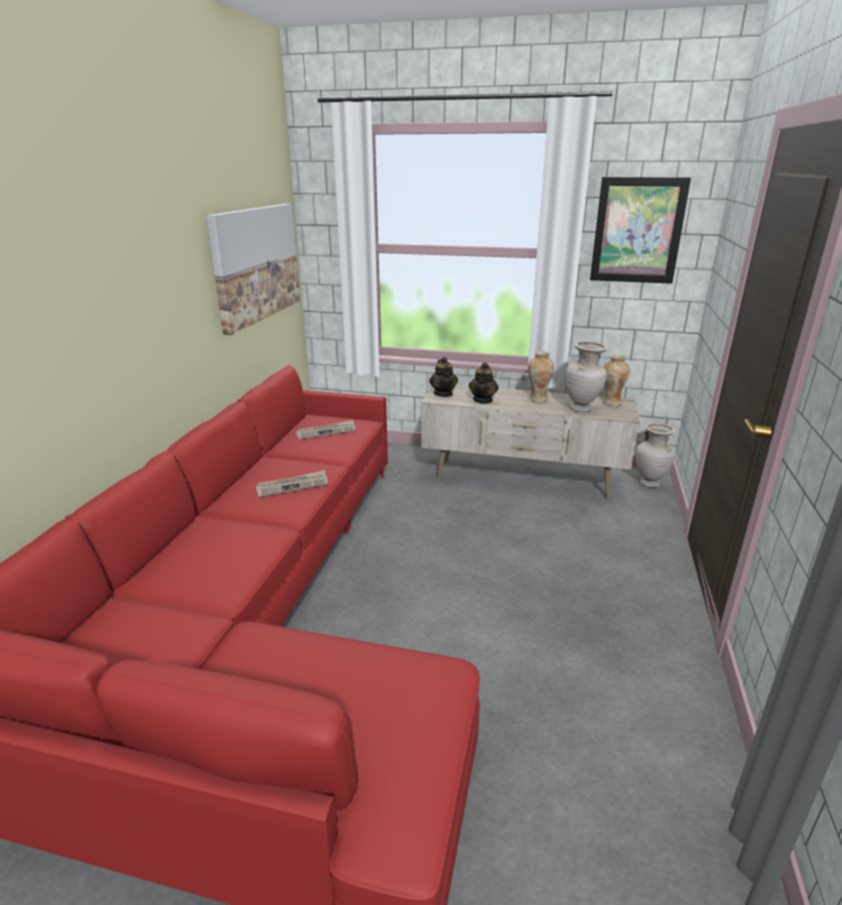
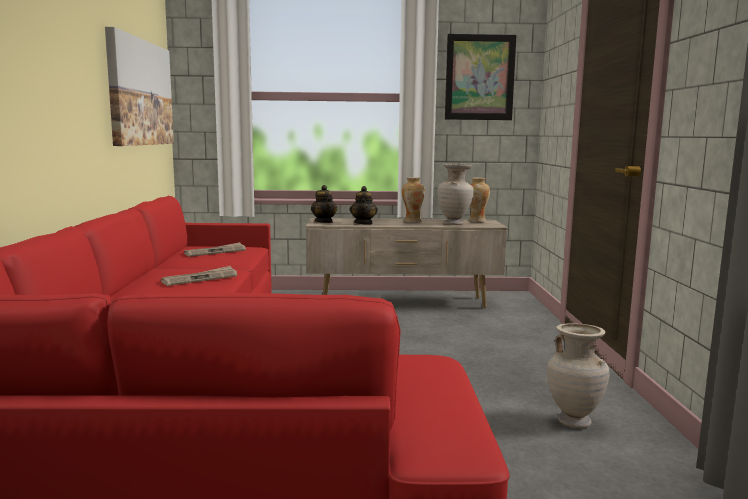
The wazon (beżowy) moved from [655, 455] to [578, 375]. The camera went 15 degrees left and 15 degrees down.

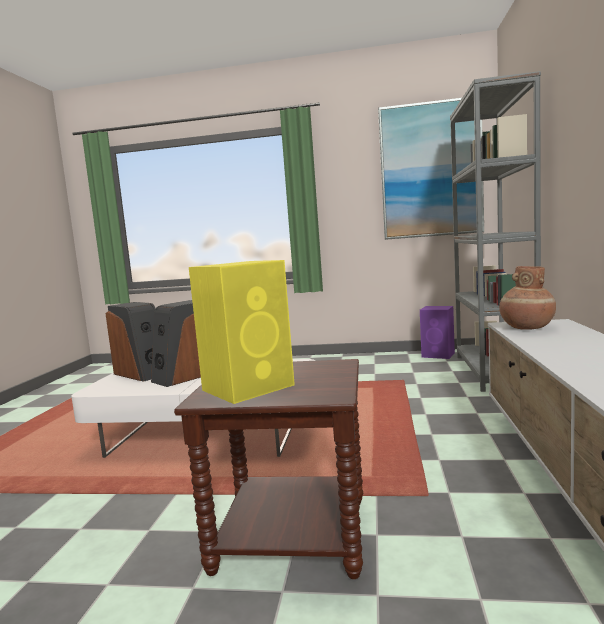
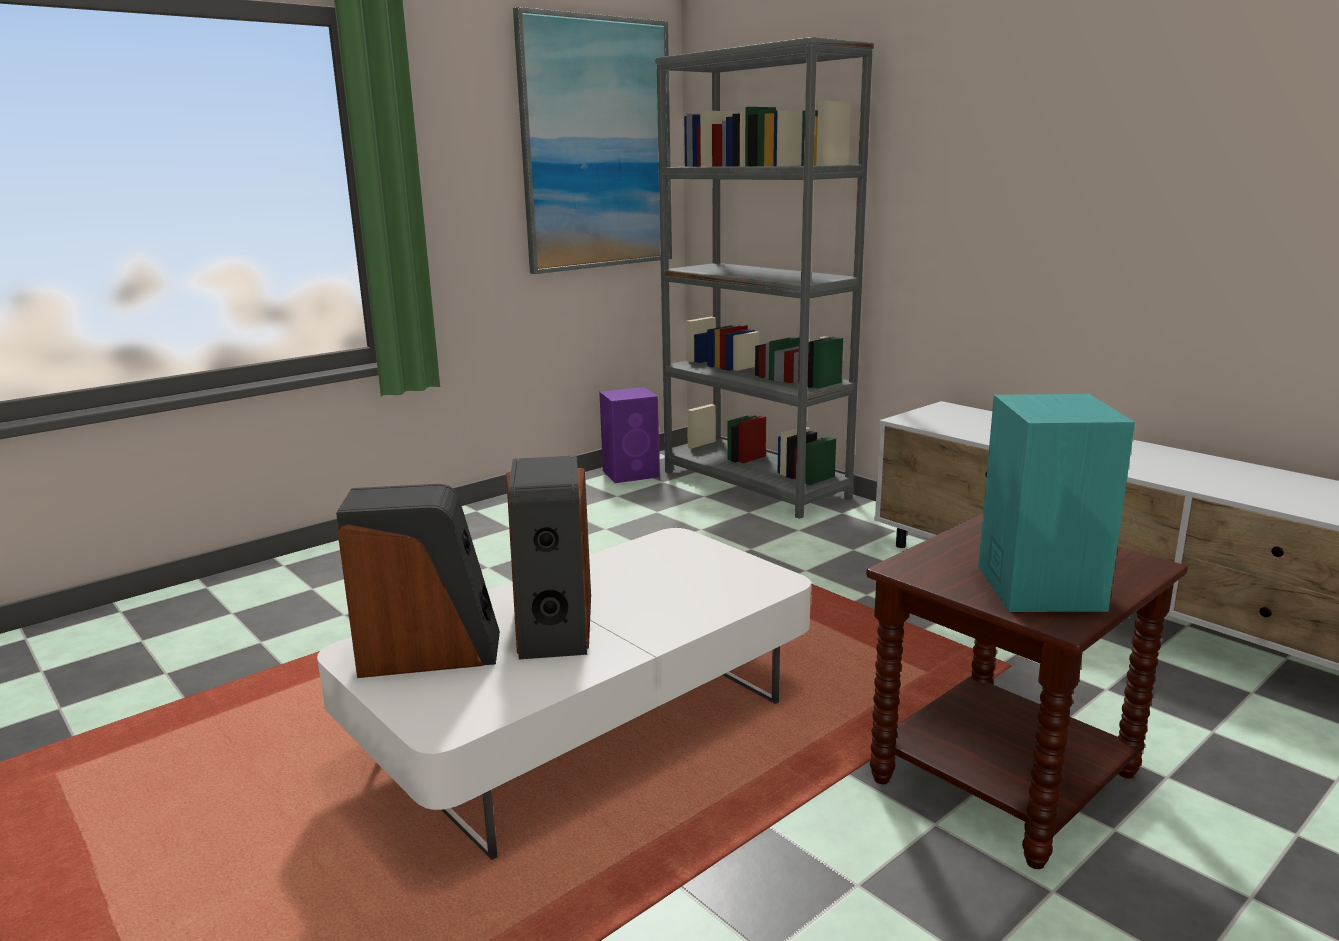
The głośnik (żółty) at [242, 332] became the głośnik (turkusowy) at [1056, 503]. The wazon (brązowy) at [527, 298] disappeared. The camera went 50 degrees left and 10 degrees up.

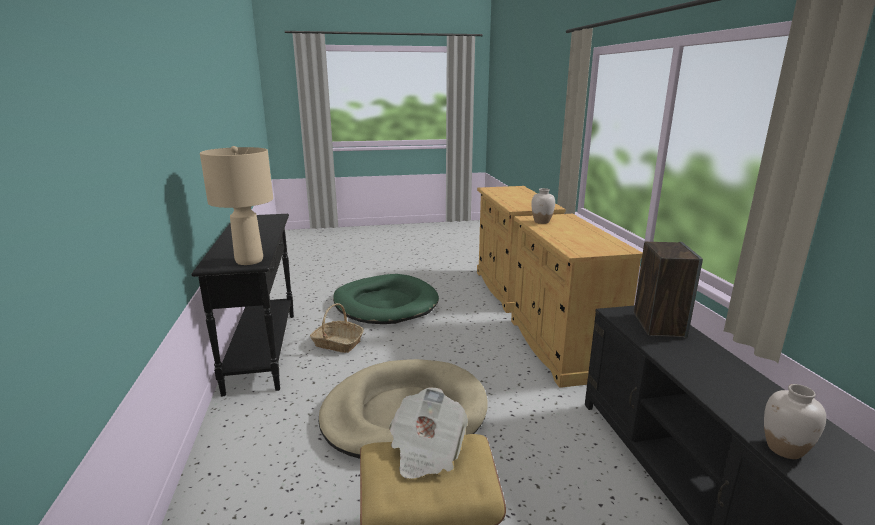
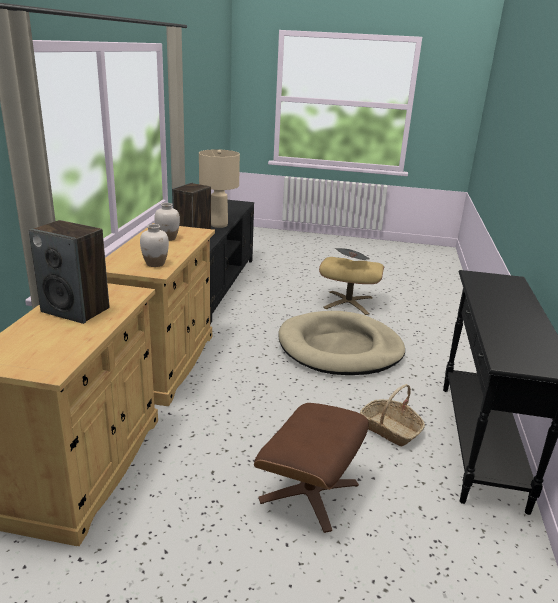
The głośnik at [69, 272] appeared. The wazon (biały) moved from [795, 421] to [167, 222]. The lampa stołowa (beżowy) moved from [236, 205] to [219, 188]. The legowisko (zielony) at [386, 299] was replaced by the pufa (brązowy) at [311, 468]. The camera went 160 degrees left and 5 degrees up.

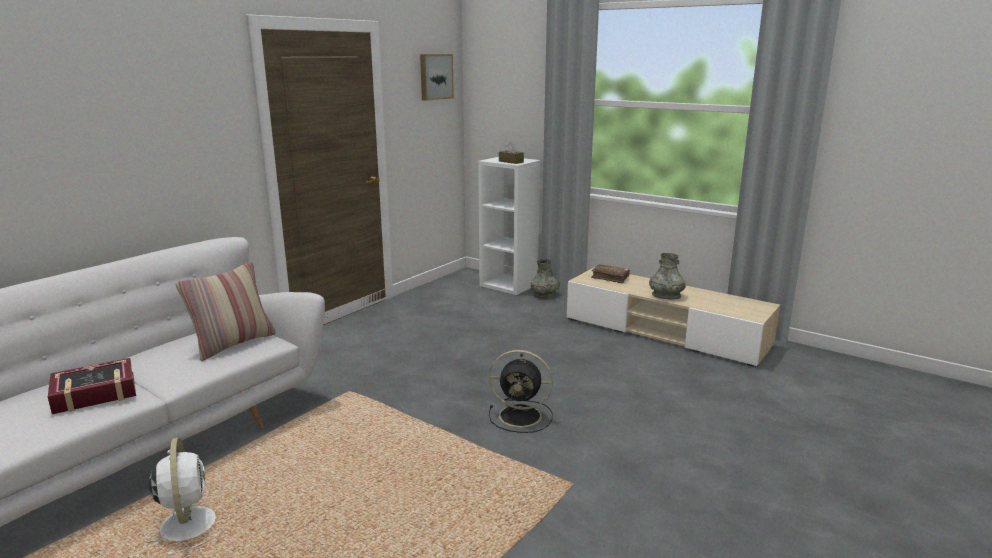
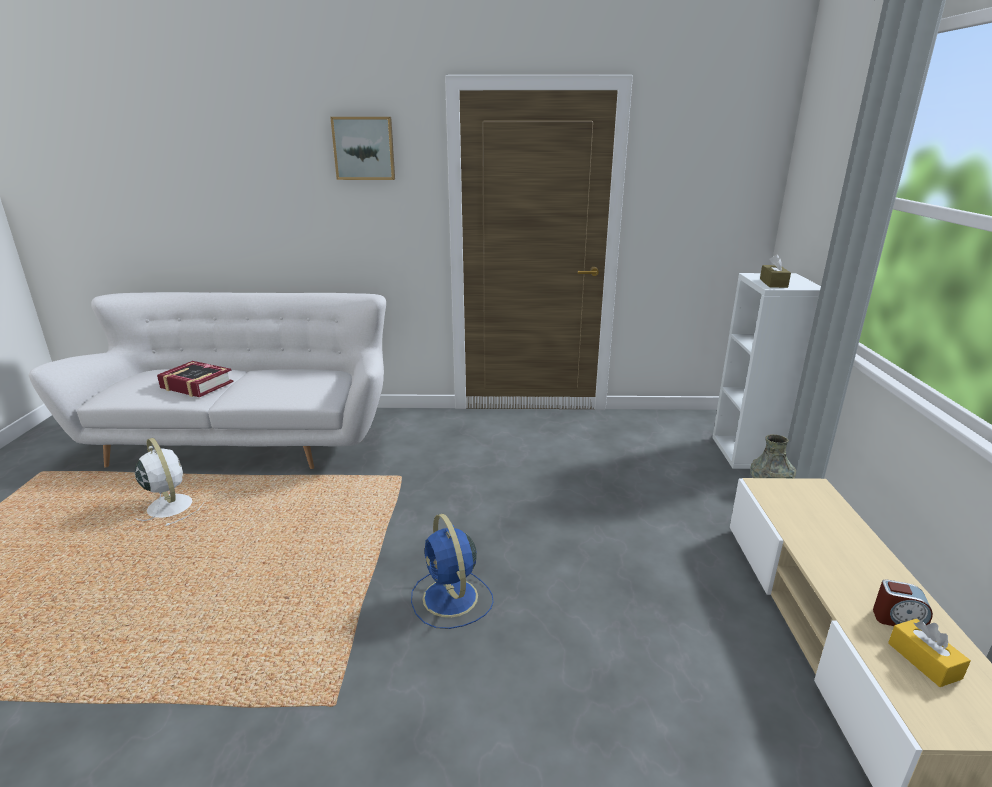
The wentylator (biały) at [184, 496] turned 75 degrees counterclockwise. The obraz moved from [437, 77] to [362, 148]. The wentylator (czarny) at [521, 391] became the wentylator (niebieski) at [452, 571]. The budzik at [903, 602] appeared. The pudełko chusteczek (żółty) at [929, 653] appeared. The poduszka at [225, 311] disappeared. The książka (brązowy) at [610, 273] disappeared. The wazon (szary) at [667, 276] disappeared. The camera went 55 degrees right and 5 degrees up.

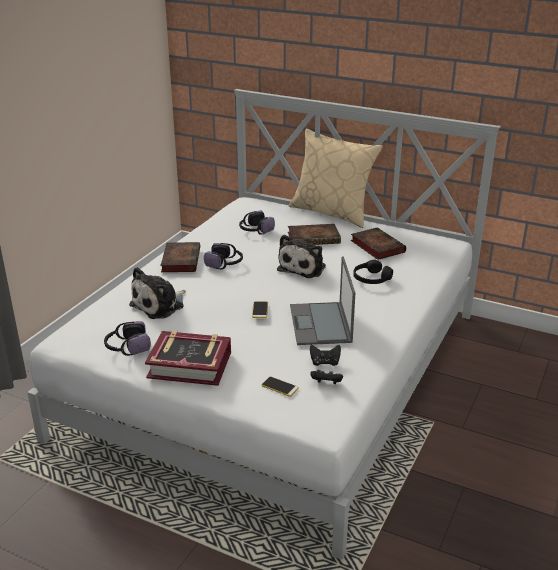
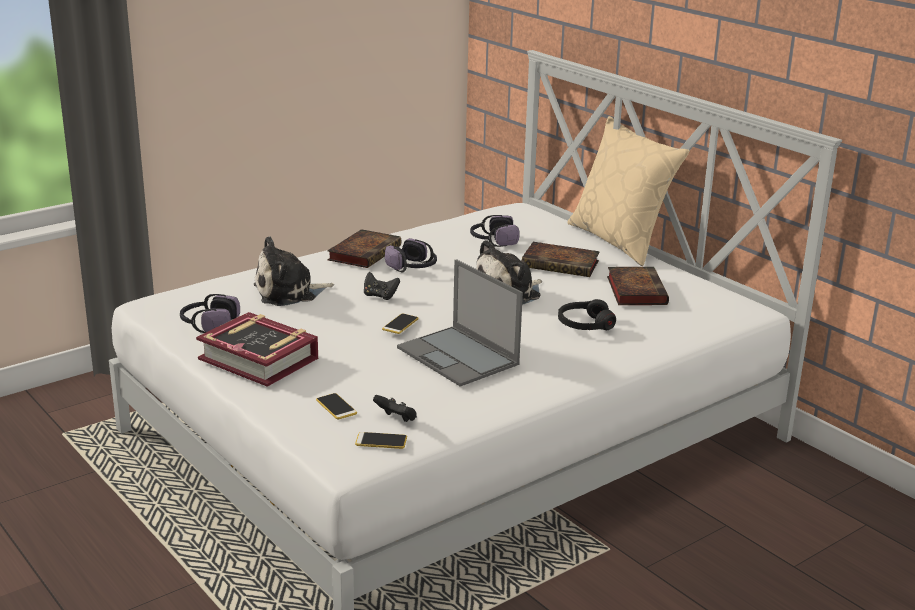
The telefon at [381, 440] appeared. The pad do gier (czarny) moved from [325, 355] to [382, 286]. The laptop at [322, 300] turned 60 degrees counterclockwise. The camera went 25 degrees right and 5 degrees down.

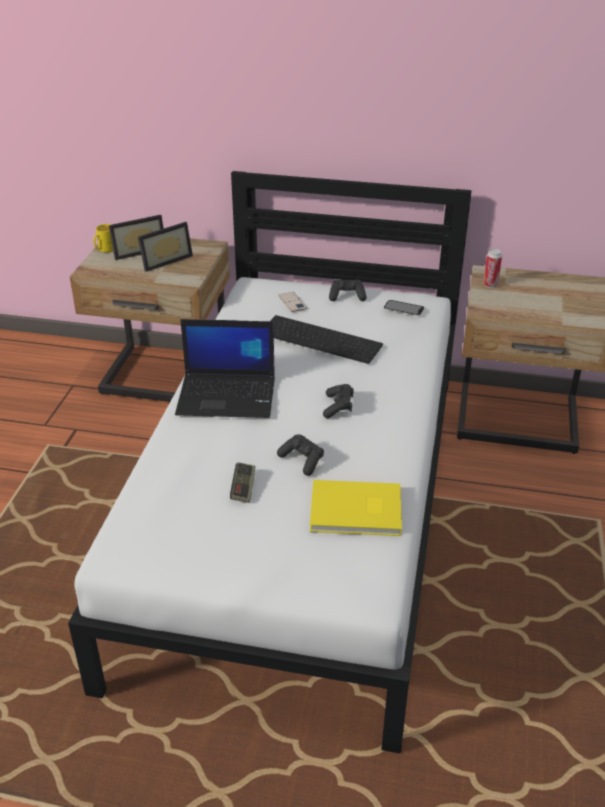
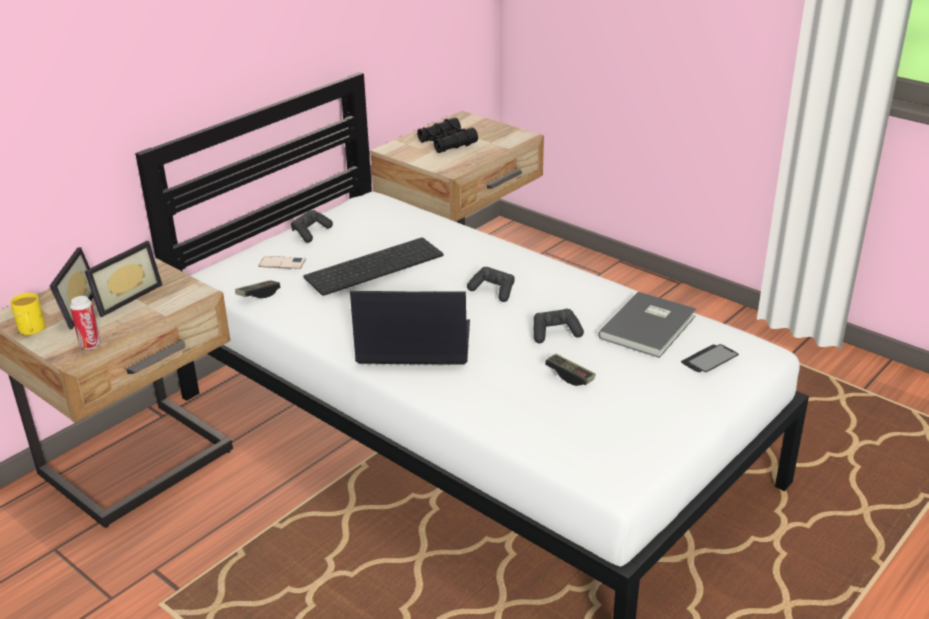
The puszka moved from [492, 268] to [85, 322]. The ramka na zdjęcie at [165, 247] turned 45 degrees clockwise. The pad do gier at [257, 289] appeared. The laptop at [225, 368] turned 120 degrees counterclockwise. The lornetka (czarny) at [447, 135] appeared. The książka (żółty) at [356, 508] became the książka (szary) at [647, 325]. The telefon moved from [404, 307] to [710, 358]. The camera went 60 degrees left and 5 degrees down.

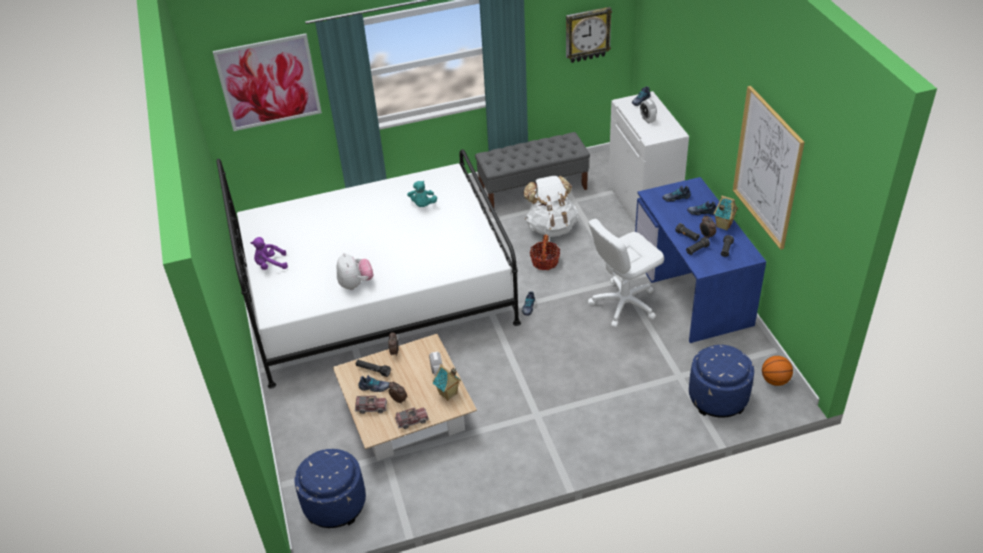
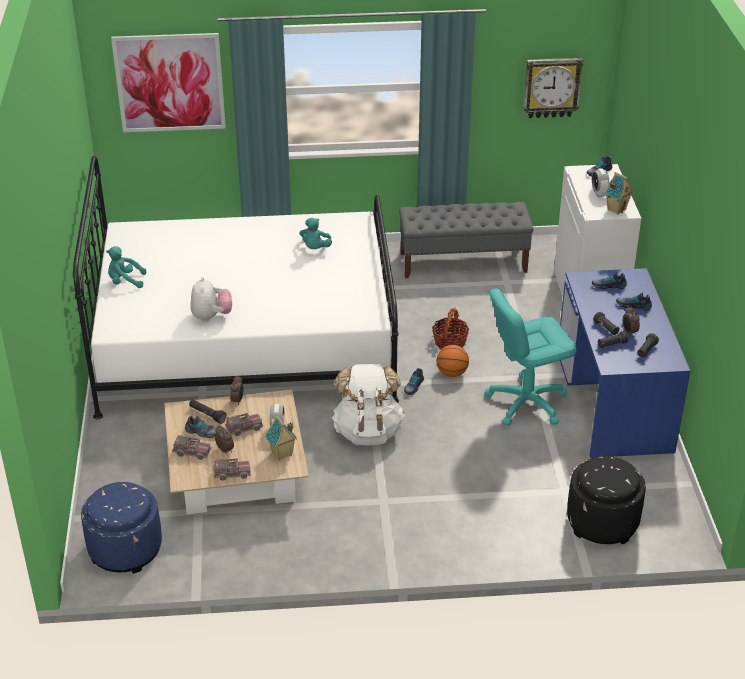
The pluszak (fioletowy) at [269, 253] became the pluszak (turkusowy) at [126, 267]. The ciężarówka zabawkowa at [244, 424] appeared. The plecak (biały) moved from [551, 206] to [368, 404]. The piłka do koszykówki moved from [777, 371] to [453, 361]. The krzesło biurowe (biały) at [626, 273] became the krzesło biurowe (turkusowy) at [530, 357]. The pufa (niebieski) at [721, 381] became the pufa (czarny) at [606, 500]. The domek moved from [726, 213] to [619, 193]. The obraz at [769, 168] disappeared. The camera went 10 degrees right and 5 degrees down.

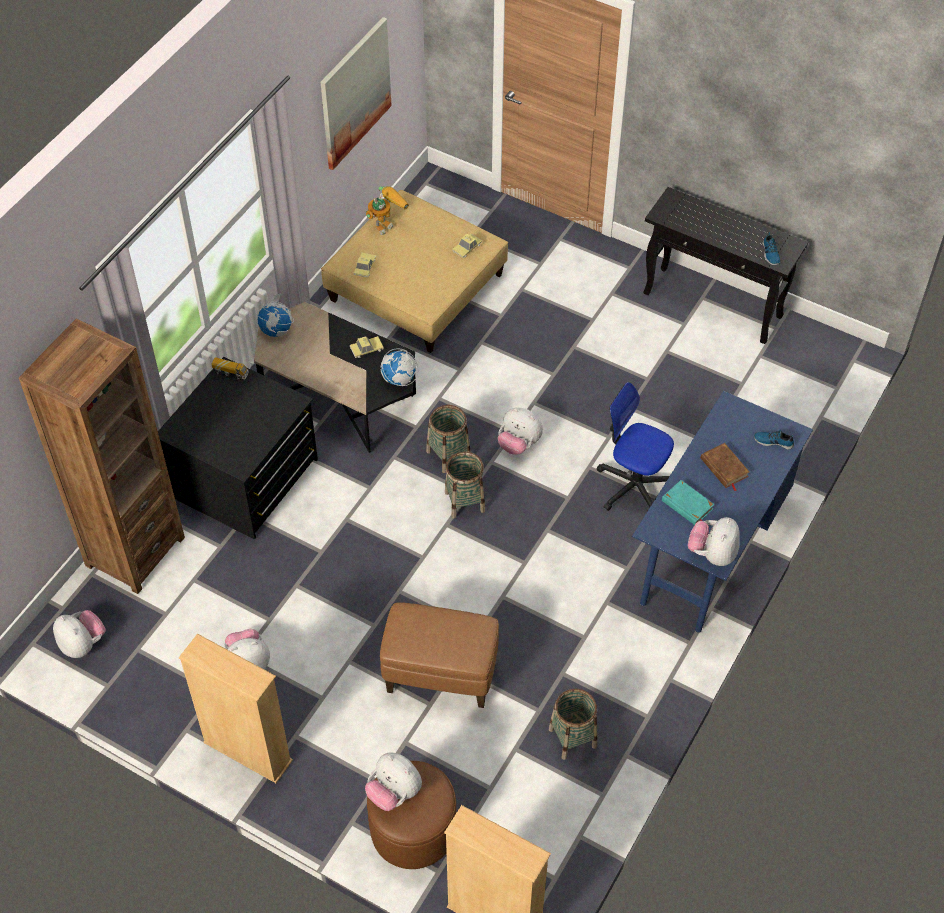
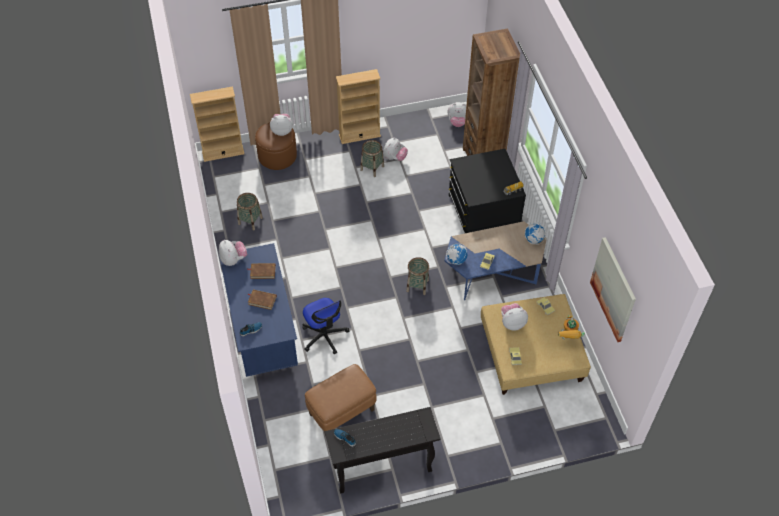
The książka (turkusowy) at [688, 502] became the książka (brązowy) at [261, 271]. The krzesło biurowe at [635, 446] turned 75 degrees clockwise. The pufa (brązowy) moved from [439, 655] to [341, 400]. The koszyk moved from [465, 485] to [372, 158]. The ława (czarny) at [335, 377] became the ława (niebieski) at [495, 260]. The pluszak moved from [520, 431] to [514, 317]. The camera went 135 degrees right and 0 degrees up.

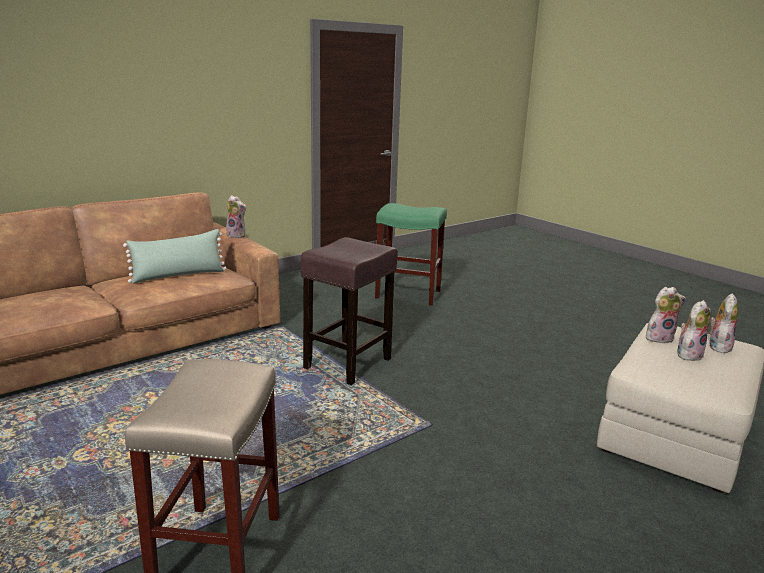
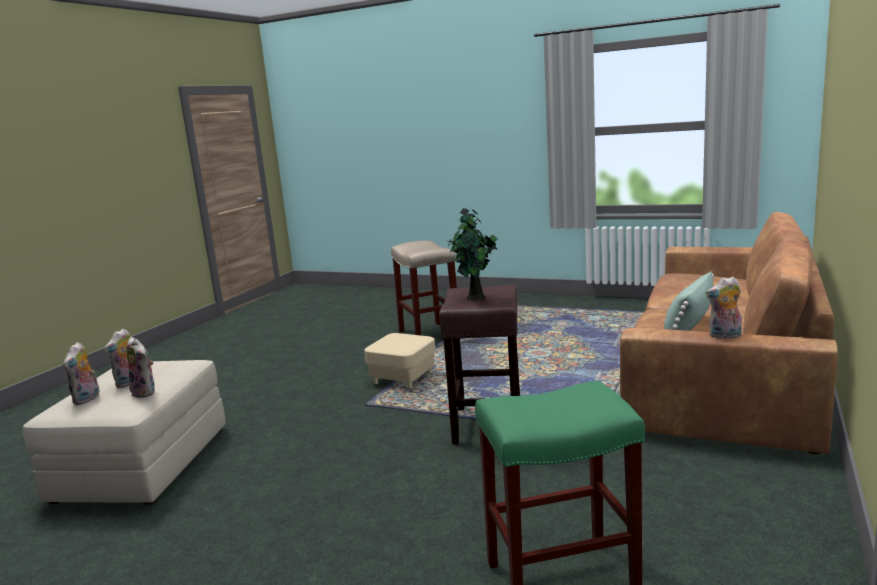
The pluszak at [666, 315] turned 105 degrees counterclockwise. The pufa (beżowy) at [400, 360] appeared. The roślina doniczkowa at [472, 254] appeared. The camera went 155 degrees right and 5 degrees down.

